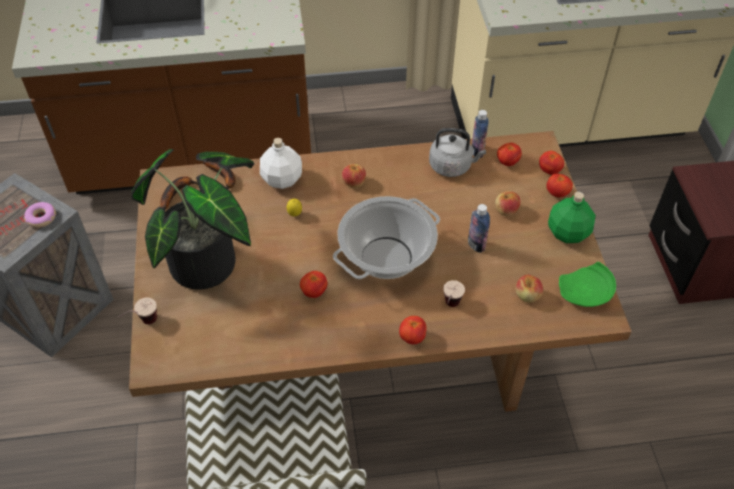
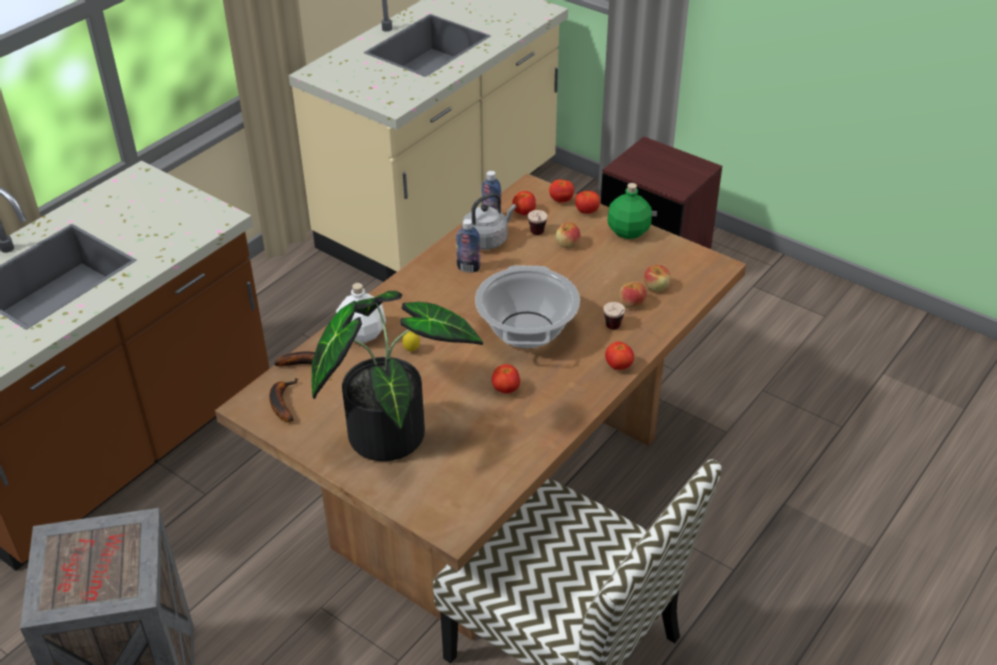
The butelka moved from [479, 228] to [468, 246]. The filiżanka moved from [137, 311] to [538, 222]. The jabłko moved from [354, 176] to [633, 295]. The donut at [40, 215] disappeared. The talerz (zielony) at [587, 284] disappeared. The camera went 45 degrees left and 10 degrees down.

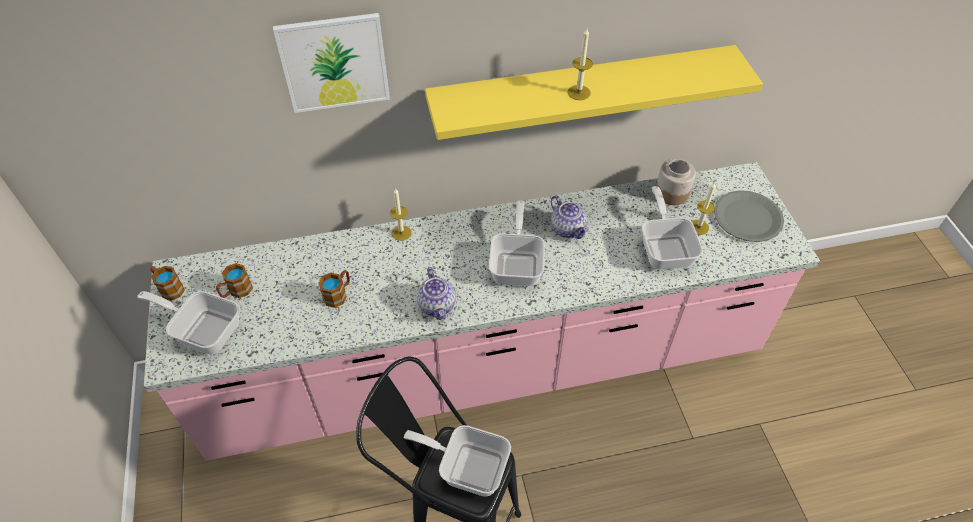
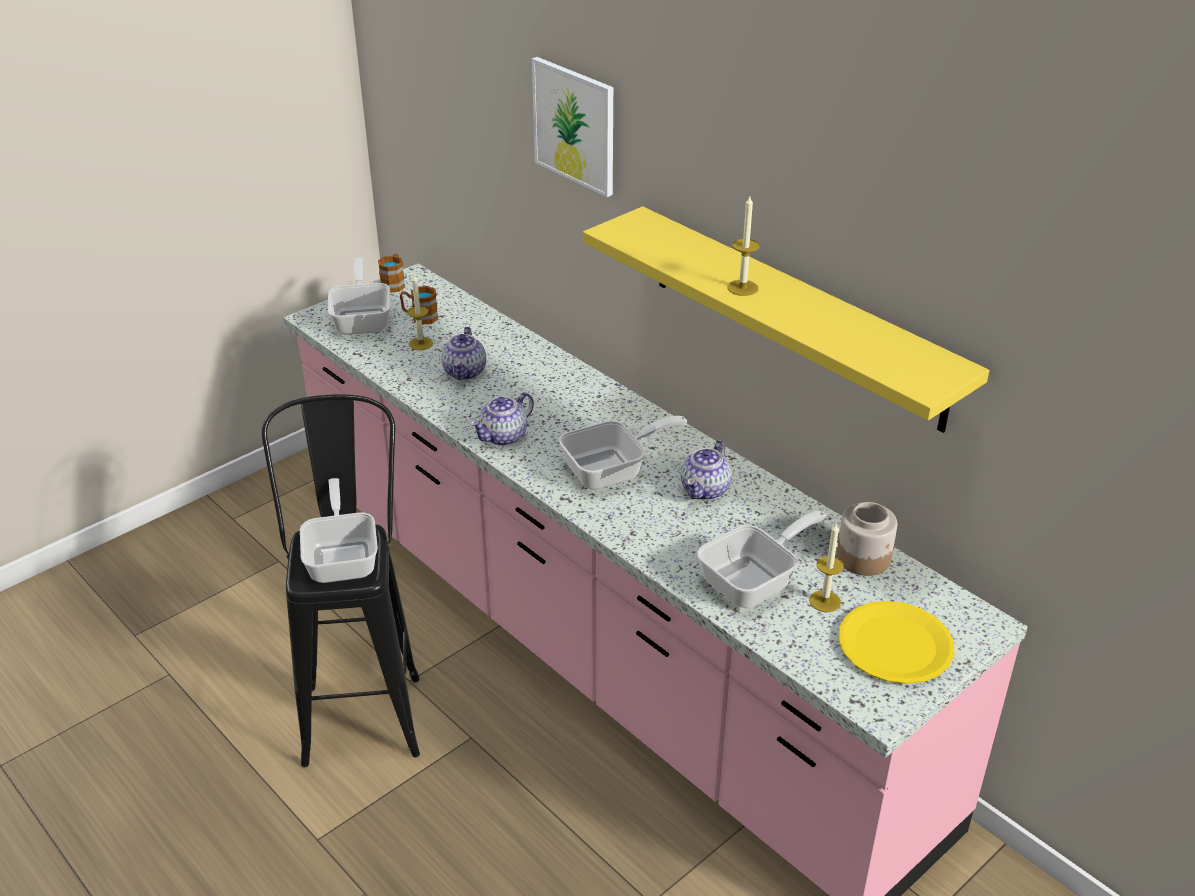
The świeca moved from [401, 214] to [420, 312]. The kubek at [334, 289] was replaced by the imbryk at [463, 353]. The talerz (szary) at [749, 216] became the talerz (żółty) at [896, 642]. The camera went 60 degrees right and 15 degrees down.

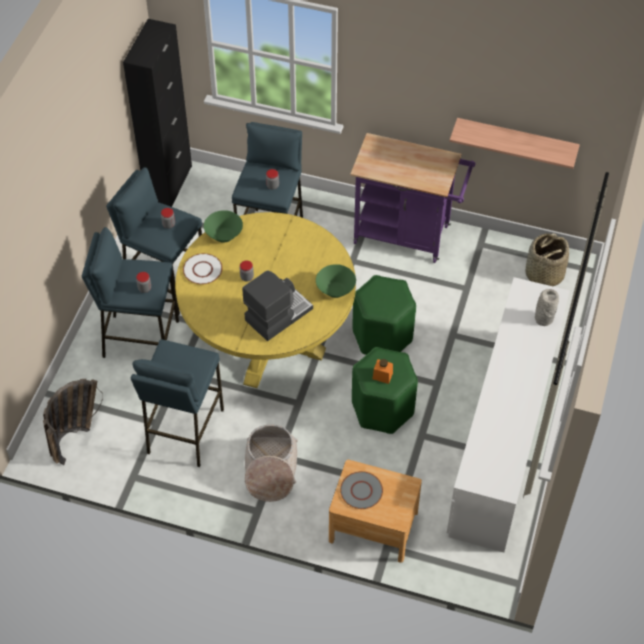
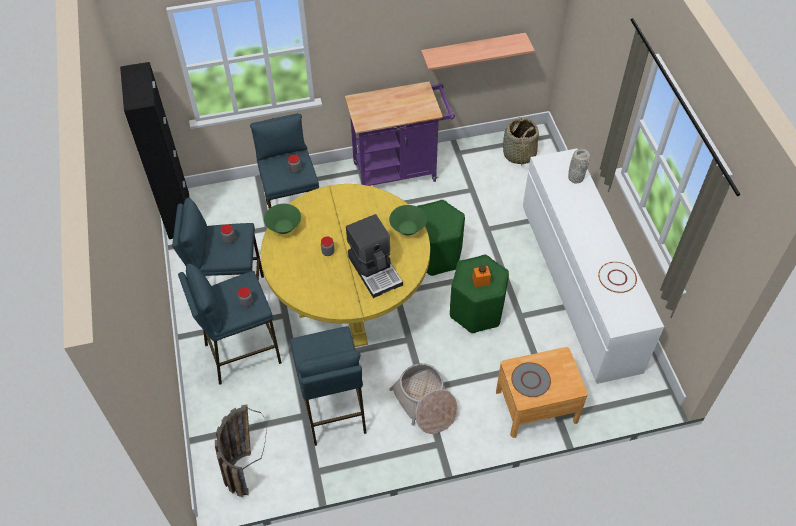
The ekspres do kawy at [277, 306] turned 135 degrees clockwise. The talerz (biały) moved from [203, 268] to [617, 277]. The camera went 30 degrees left and 0 degrees up.

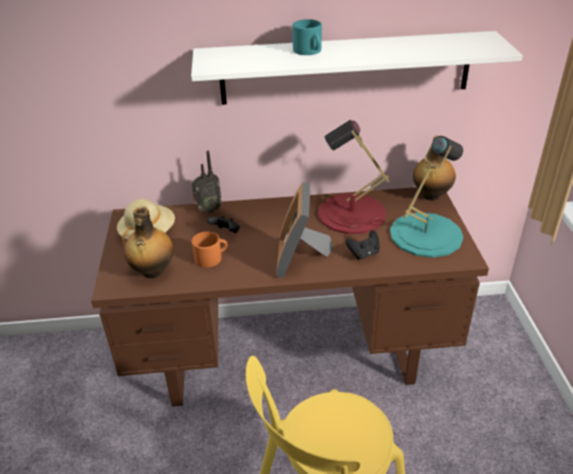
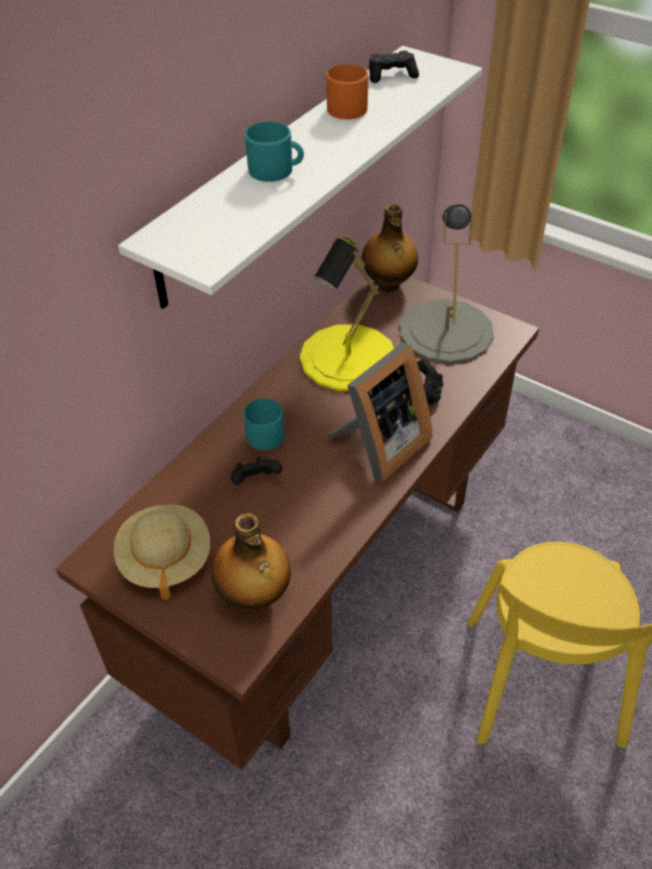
The kubek (turkusowy) at [263, 424] appeared. The lampa stołowa (czerwony) at [353, 177] became the lampa stołowa (żółty) at [347, 314]. The kubek (pomarańczowy) moved from [210, 250] to [347, 91]. The ramka na zdjęcie at [305, 230] turned 90 degrees counterclockwise. The pad do gier (czarny) at [394, 67] appeared. The lampa stołowa (turkusowy) at [427, 197] became the lampa stołowa (szary) at [447, 283]. The radio at [207, 182] disappeared. The camera went 50 degrees left and 10 degrees up.

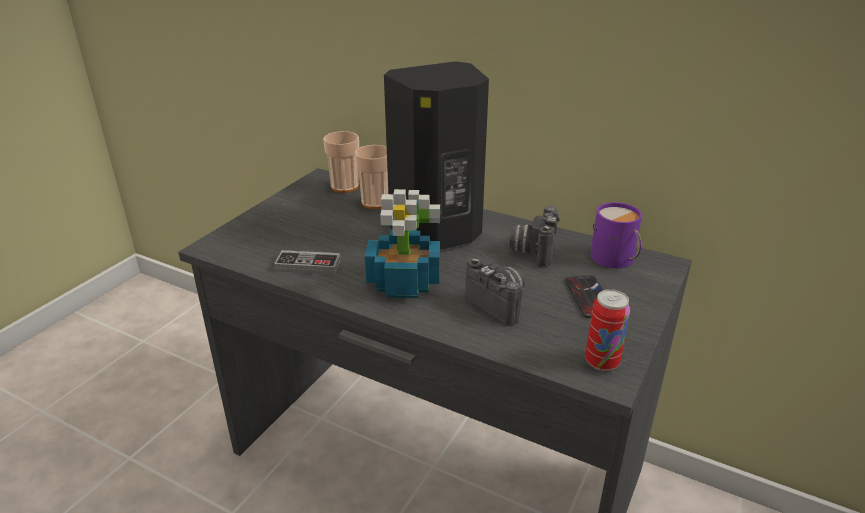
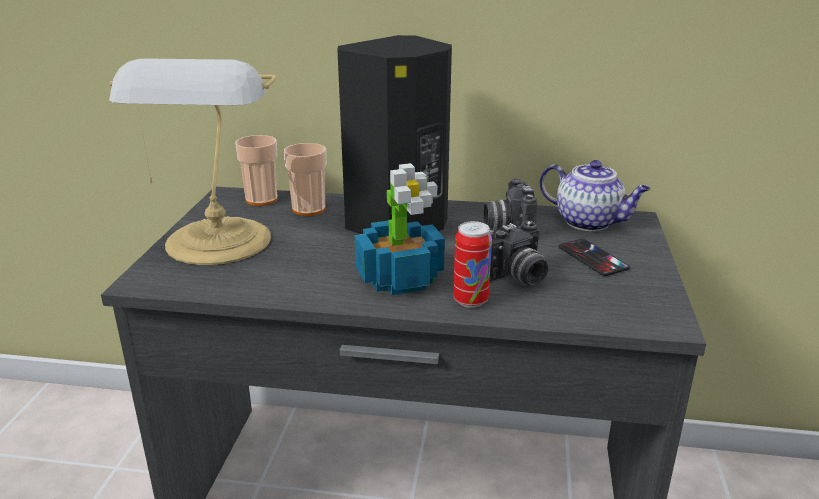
The lampa stołowa at [193, 161] appeared. The puszka moved from [607, 330] to [472, 264]. The aparat fotograficzny at [495, 291] turned 120 degrees clockwise. The kubek (fioletowy) at [616, 235] was replaced by the imbryk at [595, 195]. The pad do gier at [307, 262] disappeared. The camera went 20 degrees left and 5 degrees down.

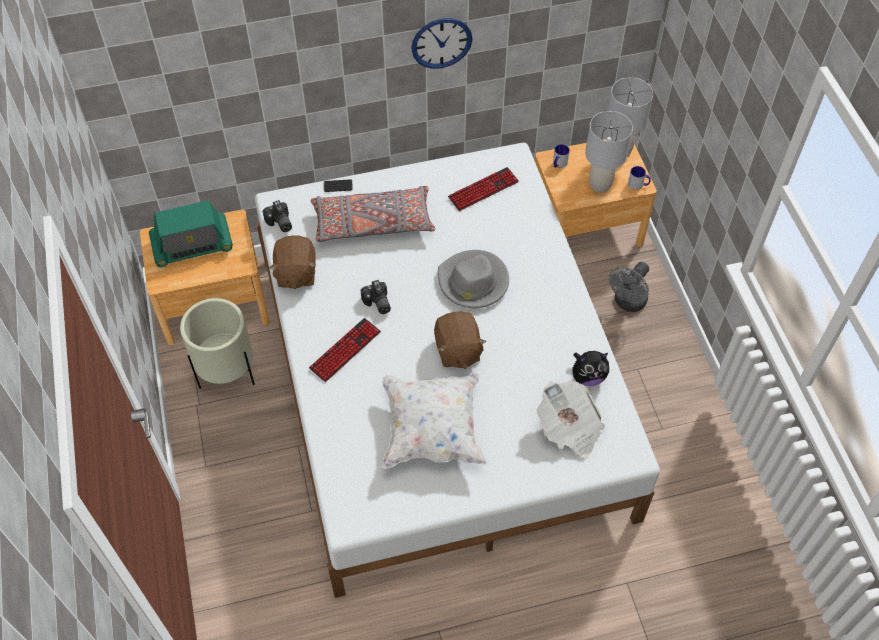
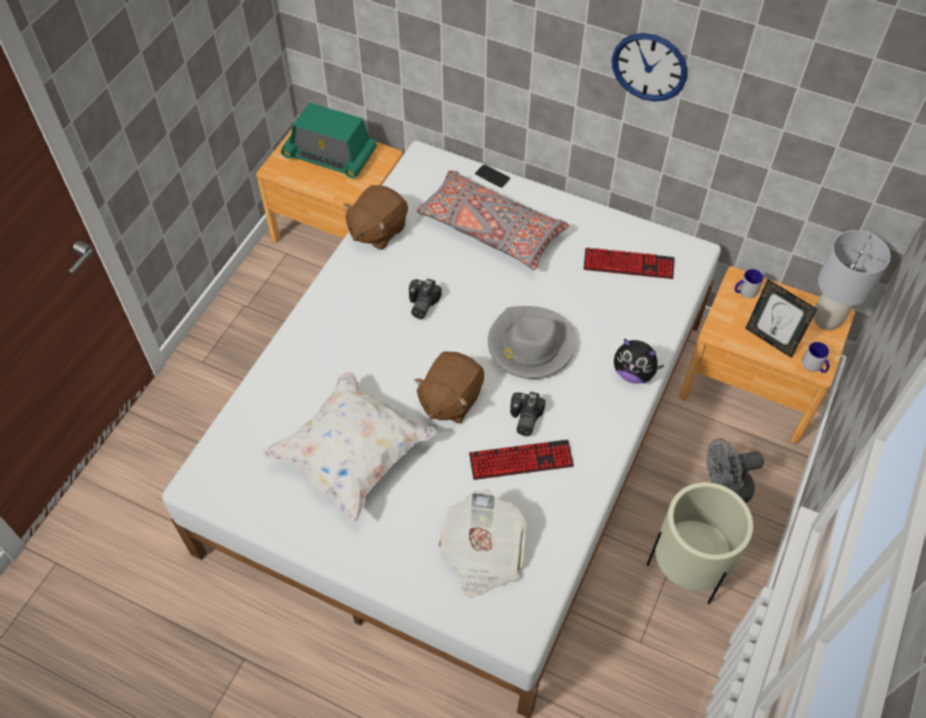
The klawiatura moved from [345, 350] to [521, 460]. The aparat fotograficzny moved from [277, 216] to [528, 414]. The pluszak moved from [590, 368] to [639, 361]. The donica (beżowy) moved from [217, 343] to [700, 543]. The lampa stołowa (szary) at [609, 152] was replaced by the ramka na zdjęcie at [781, 318]. The camera went 40 degrees right and 0 degrees up.

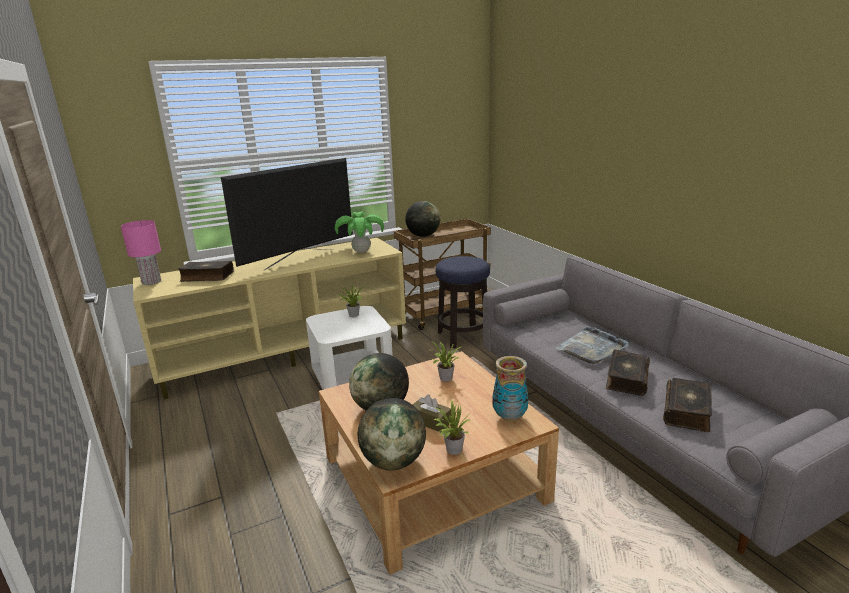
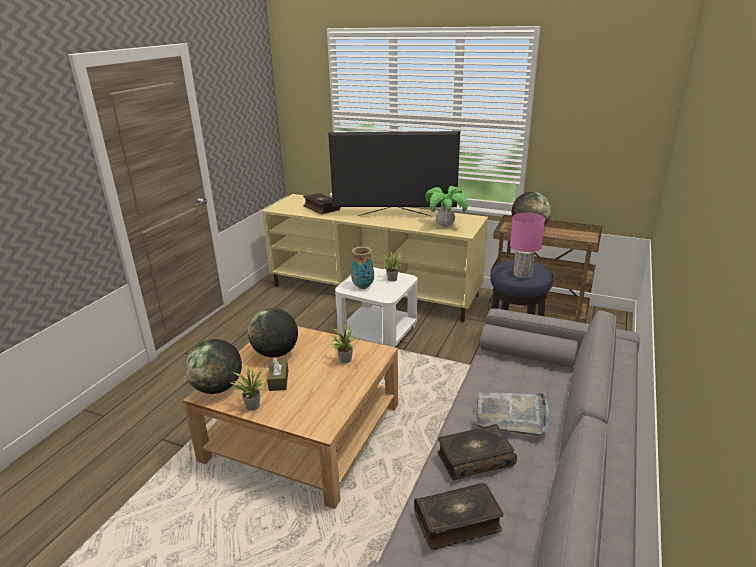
The wazon moved from [510, 389] to [362, 268]. The lampa stołowa (różowy) moved from [141, 252] to [527, 245]. The camera went 50 degrees right and 5 degrees up.

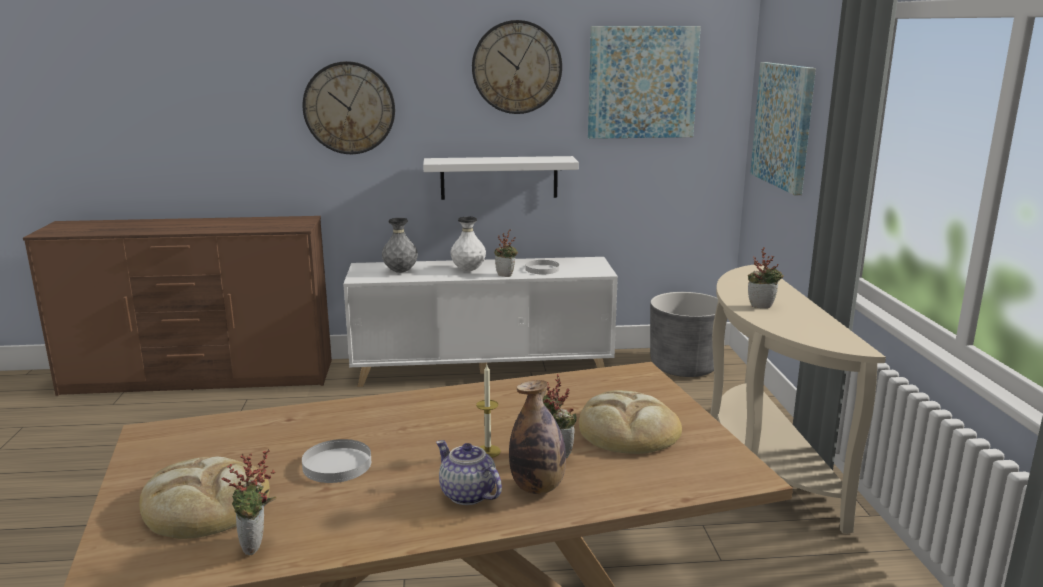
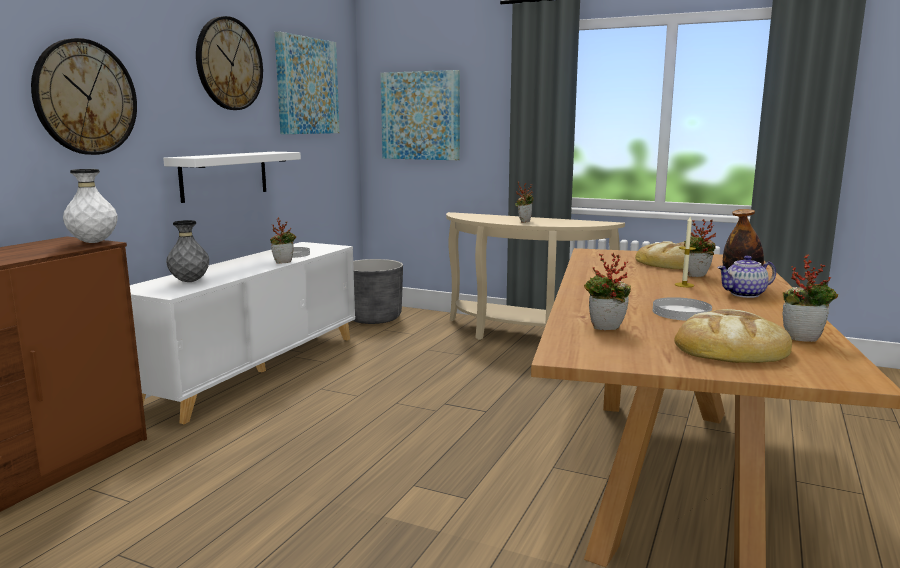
The wazon (biały) moved from [468, 244] to [90, 206]. The roślina doniczkowa at [607, 291] appeared. The camera went 60 degrees left and 5 degrees down.

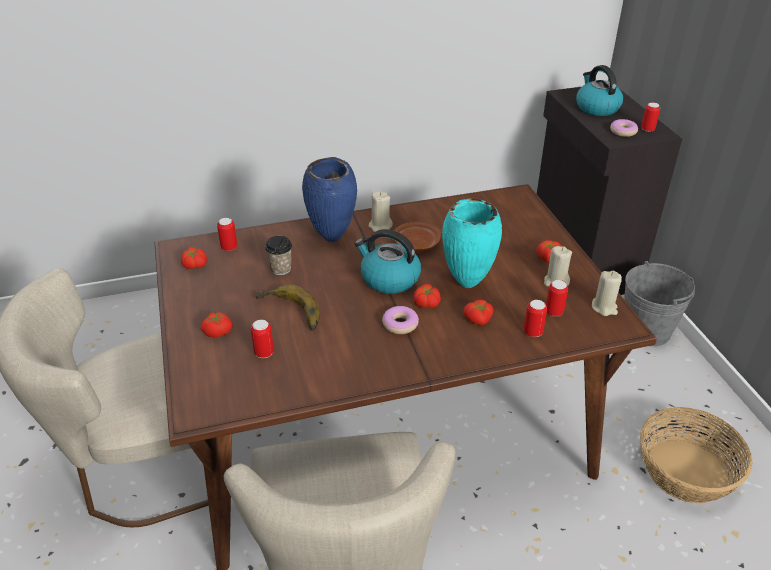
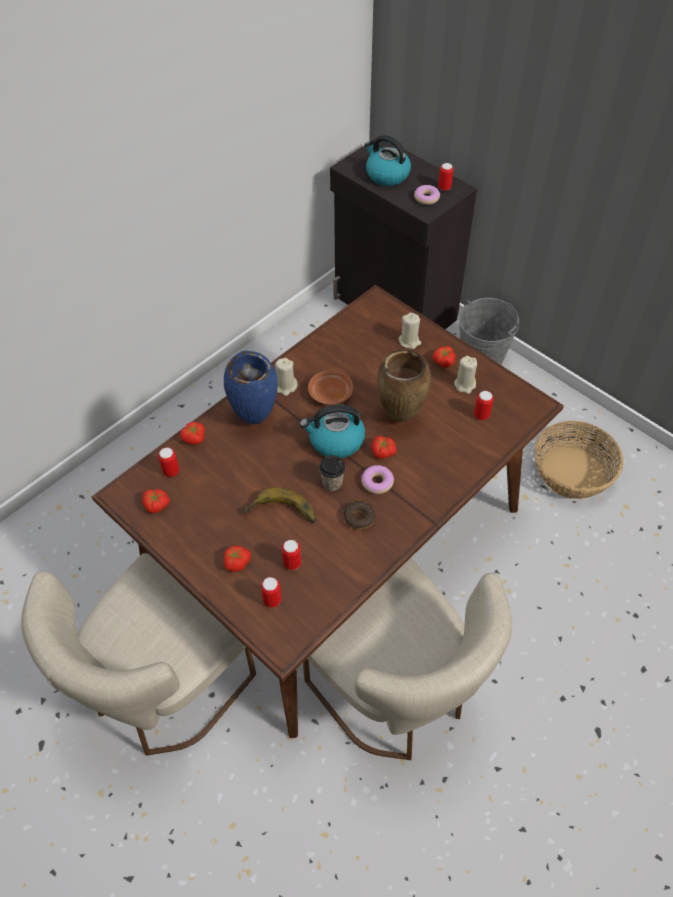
The pomidor moved from [478, 312] to [192, 433]. The puszka moved from [535, 318] to [271, 592]. The filiżanka moved from [278, 255] to [332, 473]. The donut at [360, 515] appeared. The wazon (turkusowy) at [472, 243] became the wazon (brązowy) at [404, 385]. The świeca (beżowy) moved from [607, 293] to [410, 330]. The camera went 30 degrees left and 15 degrees up.

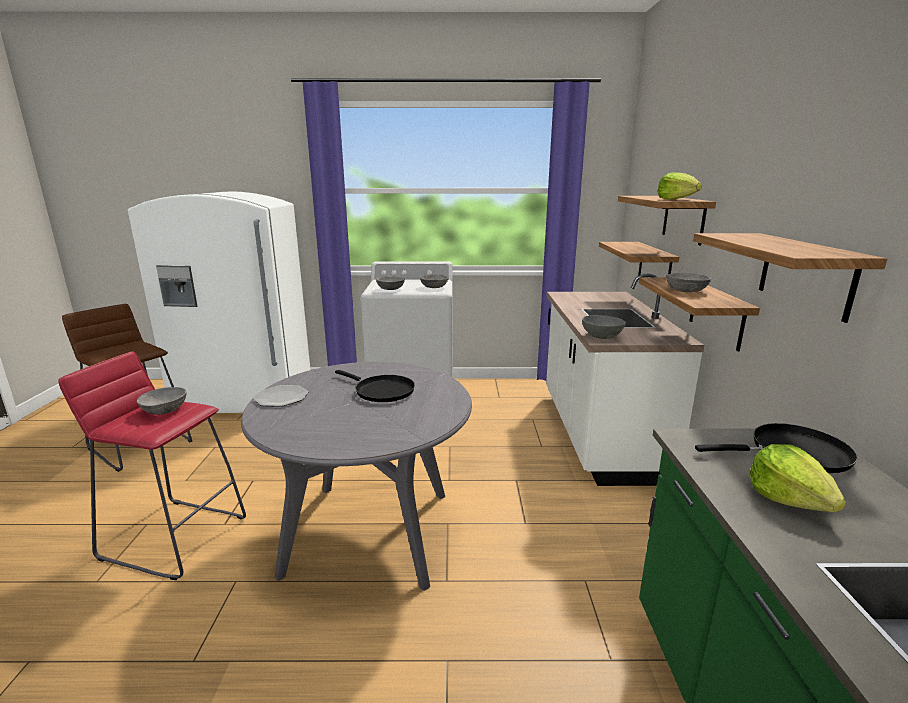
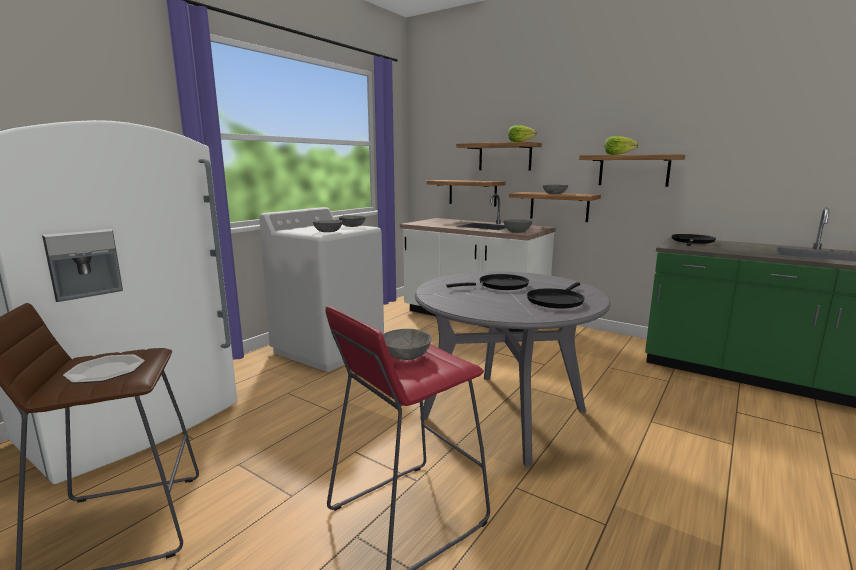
The talerz moved from [281, 396] to [104, 368]. The patelnia (czarny) at [556, 295] appeared. The sałata moved from [797, 478] to [621, 145]. The camera went 55 degrees left and 5 degrees down.

